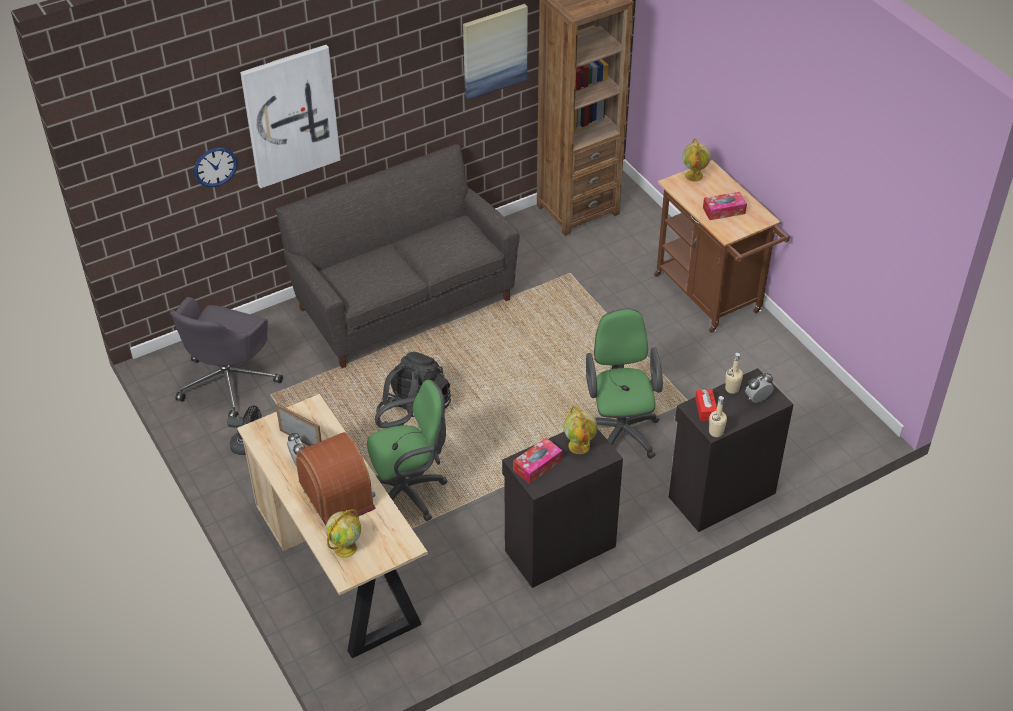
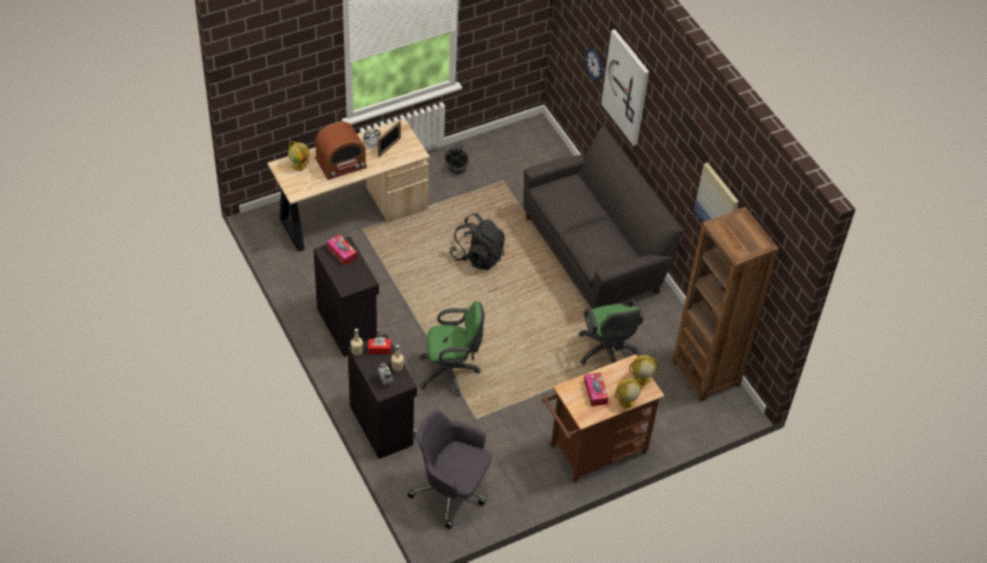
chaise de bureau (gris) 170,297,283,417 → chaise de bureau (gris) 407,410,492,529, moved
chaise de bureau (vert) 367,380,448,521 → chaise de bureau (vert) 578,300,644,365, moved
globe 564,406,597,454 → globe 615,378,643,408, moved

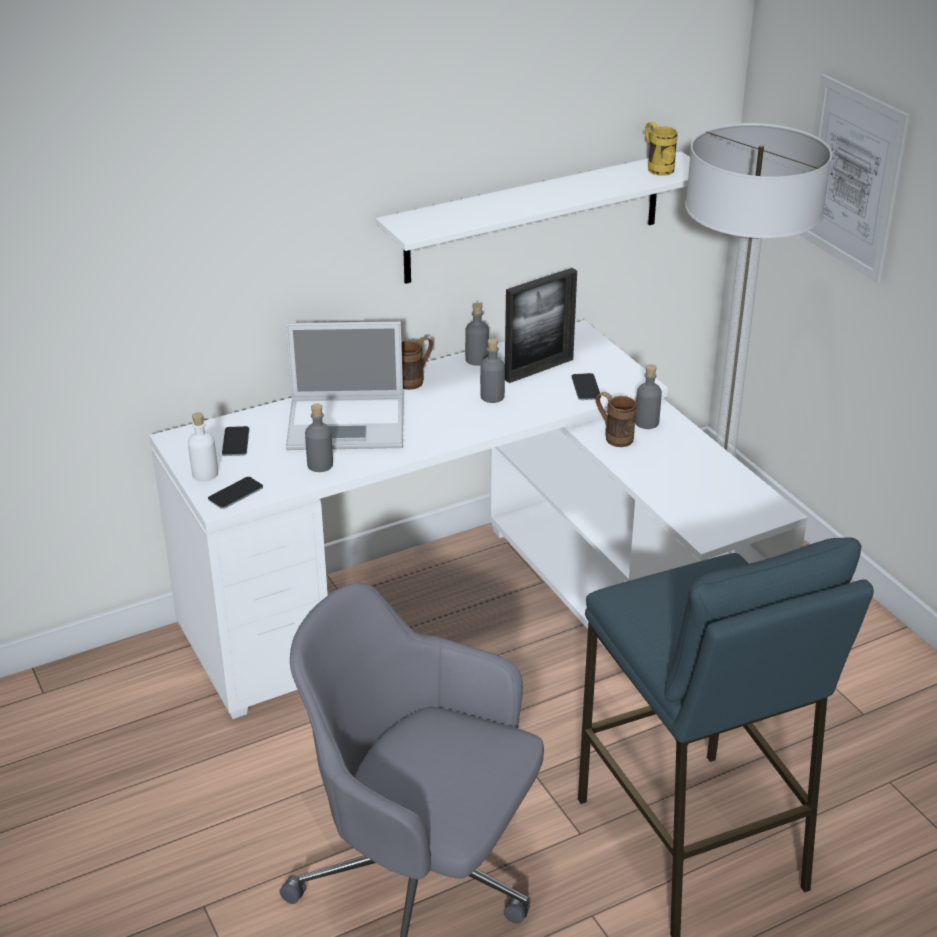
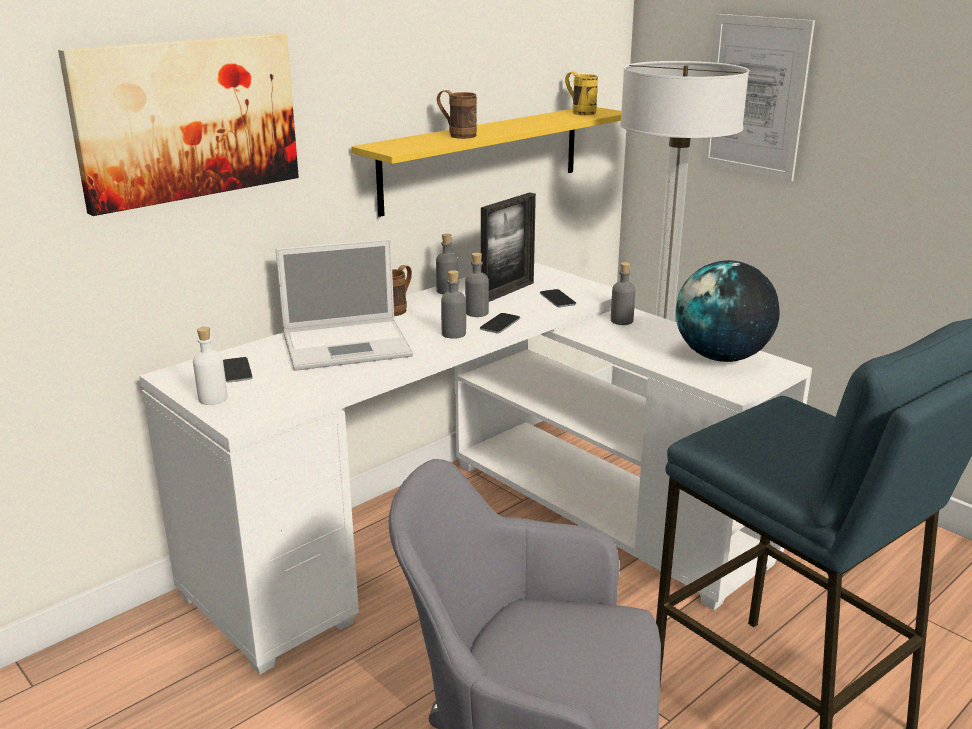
étagère (blanc) 376,151,690,284 → étagère (jaune) 352,107,621,217
mug (marron) 596,392,636,447 → mug (marron) 437,90,477,139, moved
bouteille (gris) 305,404,333,472 → bouteille (gris) 441,270,466,339, moved
téléphone 208,477,263,509 → téléphone 480,313,520,333, moved
- → tableau 58,33,299,216
- → globe 676,260,780,362

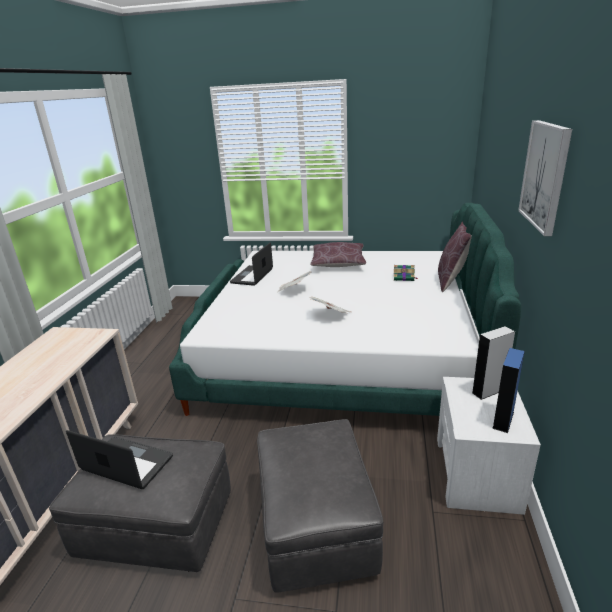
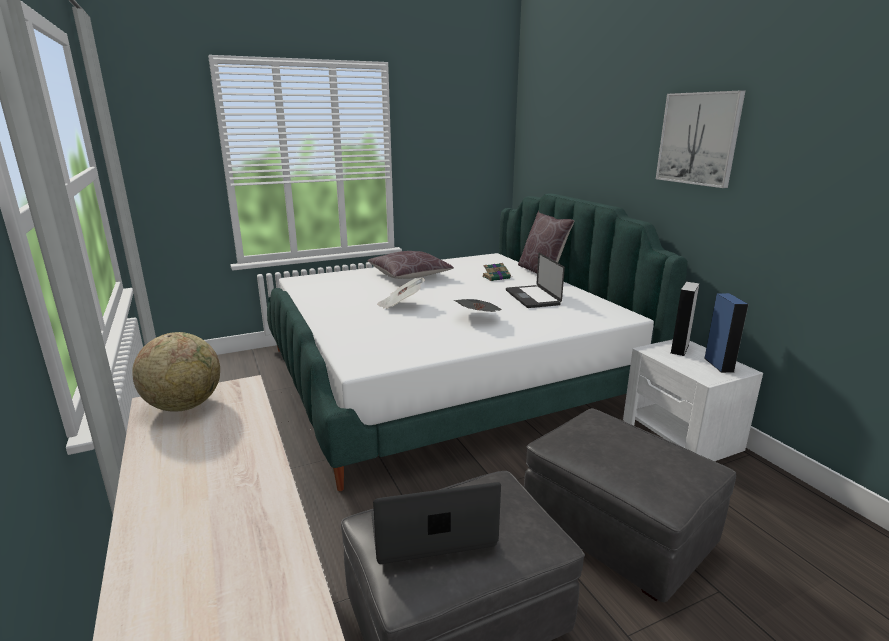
ordinateur portable 230,242,273,286 → ordinateur portable 506,253,565,308, moved
- → globe 132,332,220,412

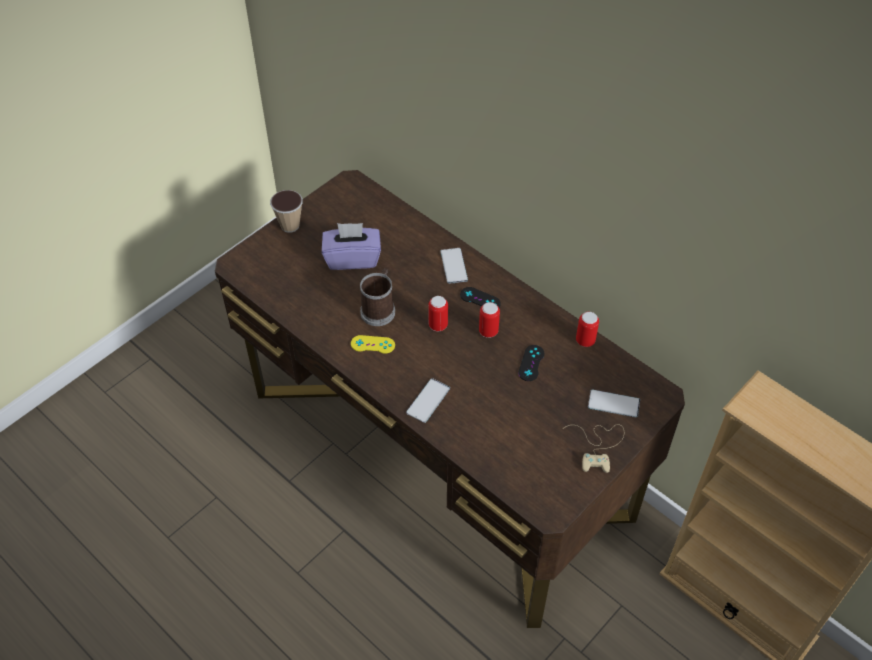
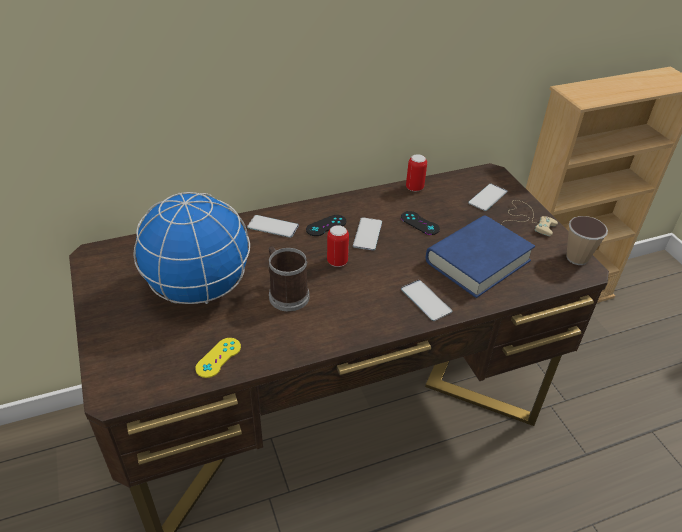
tasse 270,190,303,233 → tasse 566,216,608,265, moved
boîte à mouchoirs (violet) 322,223,381,270 → globe 134,192,250,304
boîte métallique 479,302,500,338 → téléphone 353,217,382,251
manette (jaune) 351,335,395,354 → manette (jaune) 195,338,241,378, moved
- → livre (bleu) 426,215,535,298

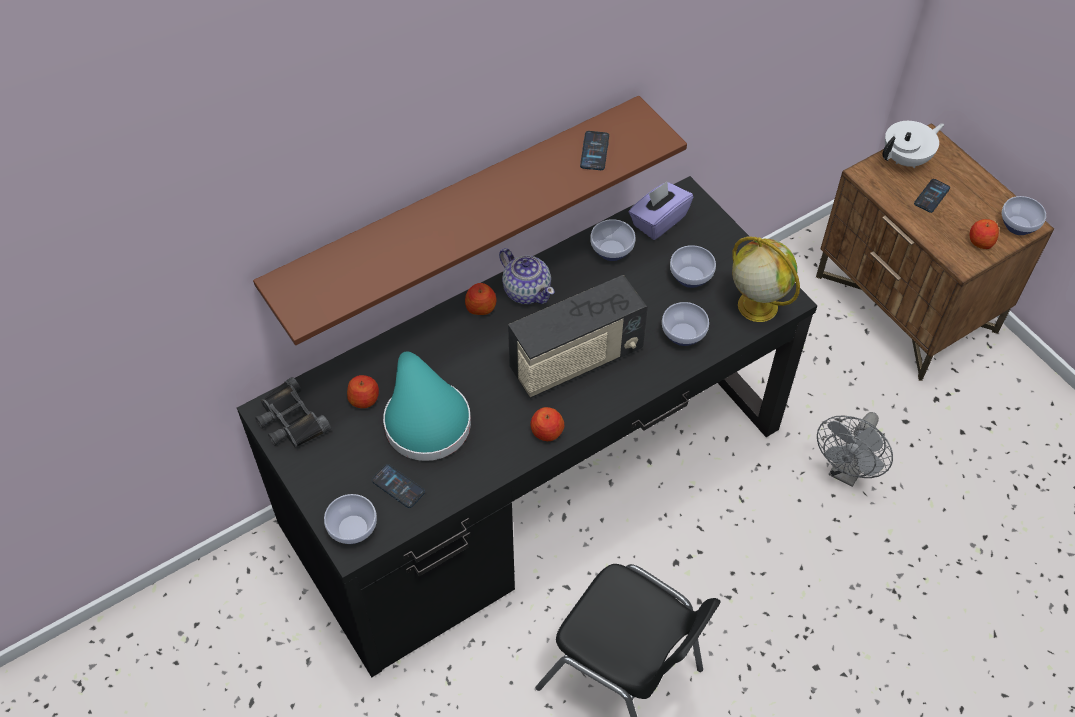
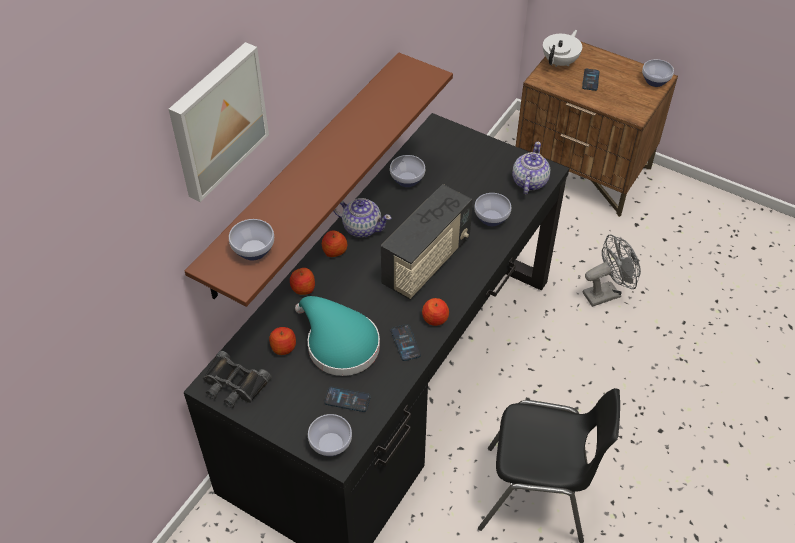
téléphone 580,131,609,170 → téléphone 391,324,421,361, moved
boîte à mouchoirs (violet) 629,182,693,240 → -
pomme 970,219,999,249 → pomme 290,268,315,295, moved
globe 732,237,800,322 → théière 512,142,550,194
bol 670,245,716,288 → bol 229,219,274,260, moved
ventilateur (gris) 817,412,893,487 → ventilateur (gris) 583,234,641,307, 120 degrees counterclockwise
- → tableau 169,42,269,202

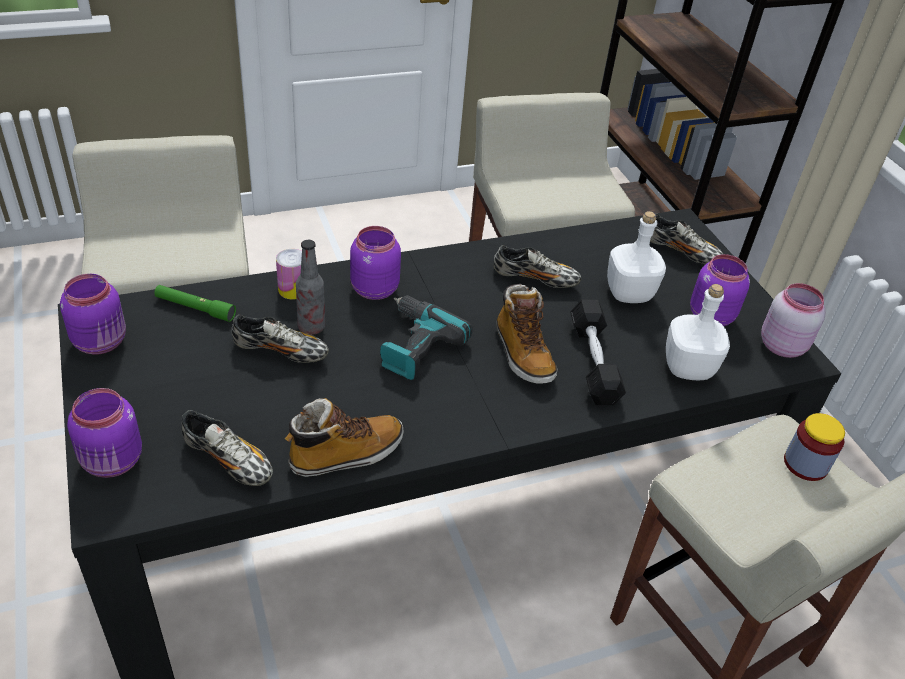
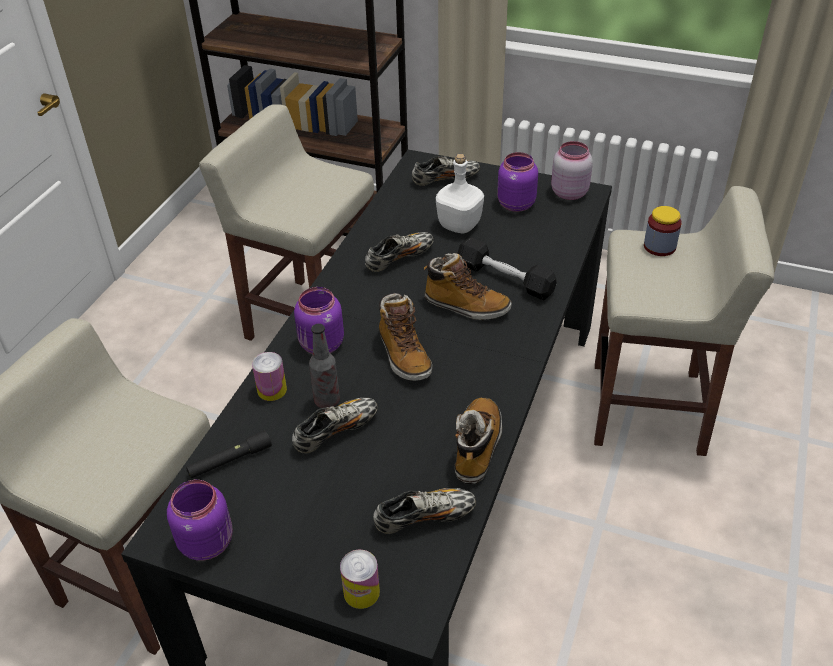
bouteille (blanc) 666,284,730,380 → -
lampe de poche (vert) 154,285,236,322 → lampe de poche (noir) 186,430,272,479
perceuse 380,295,473,380 → botte 379,293,432,381
bocal (violet) 67,388,142,478 → boîte métallique 340,550,380,609

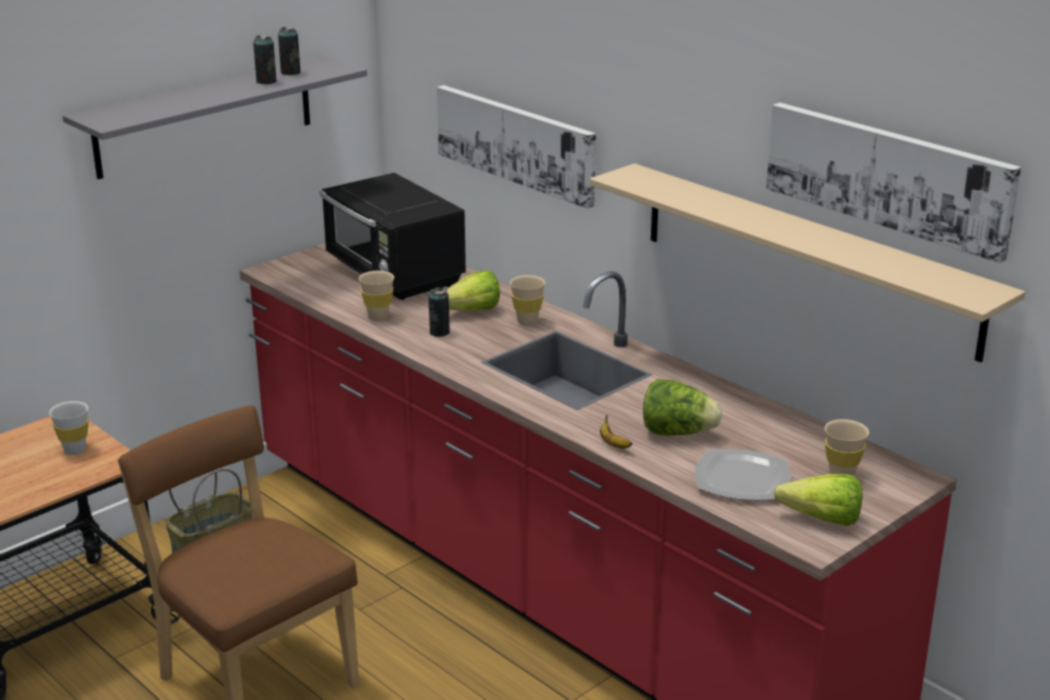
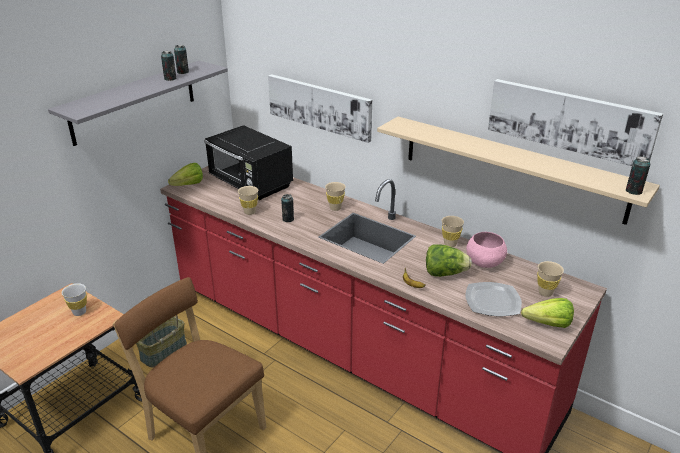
laitue 447,270,500,310 → laitue 168,163,203,186, moved
- → boîte métallique 626,157,650,195
- → tasse (beige) 441,216,464,247
- → bol (rose) 466,232,507,268

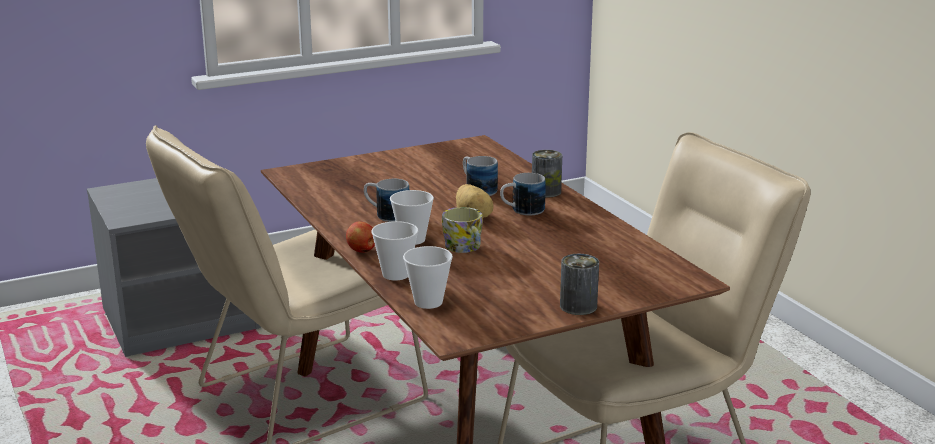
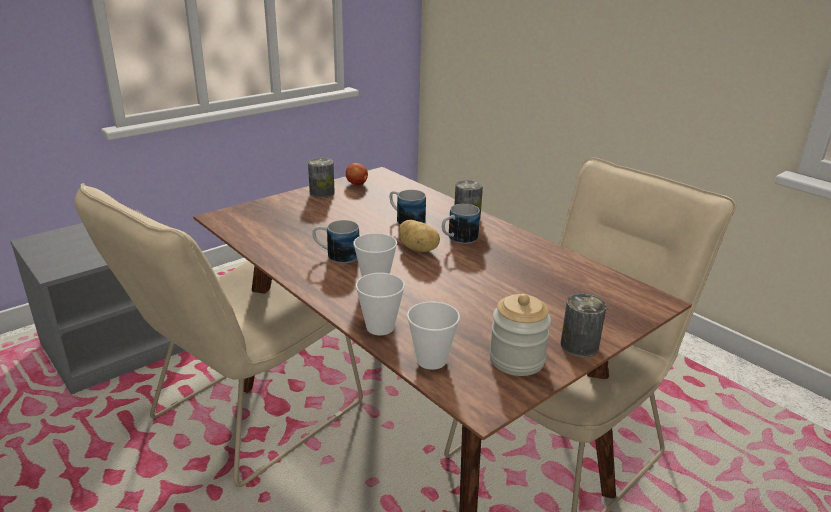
mug 442,207,483,253 → -
pomme 346,222,375,253 → pomme 346,163,368,185, moved
- → boîte métallique 308,158,335,198
- → bocal 489,294,551,376

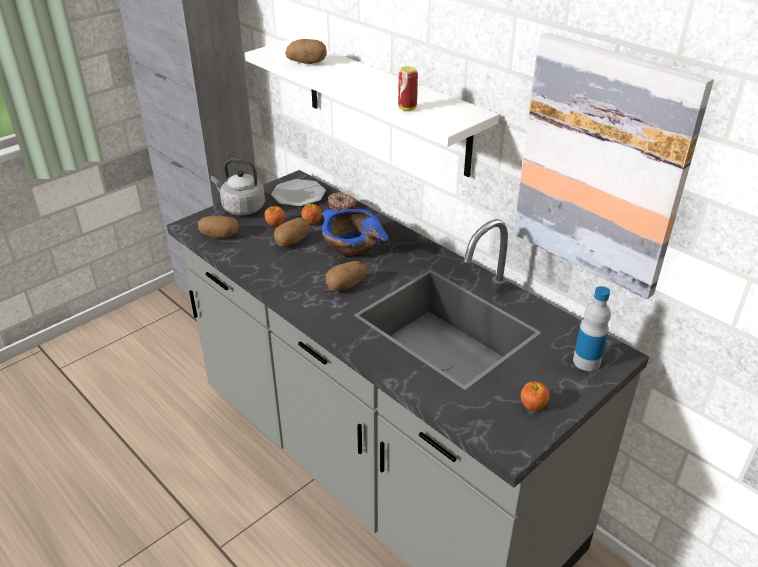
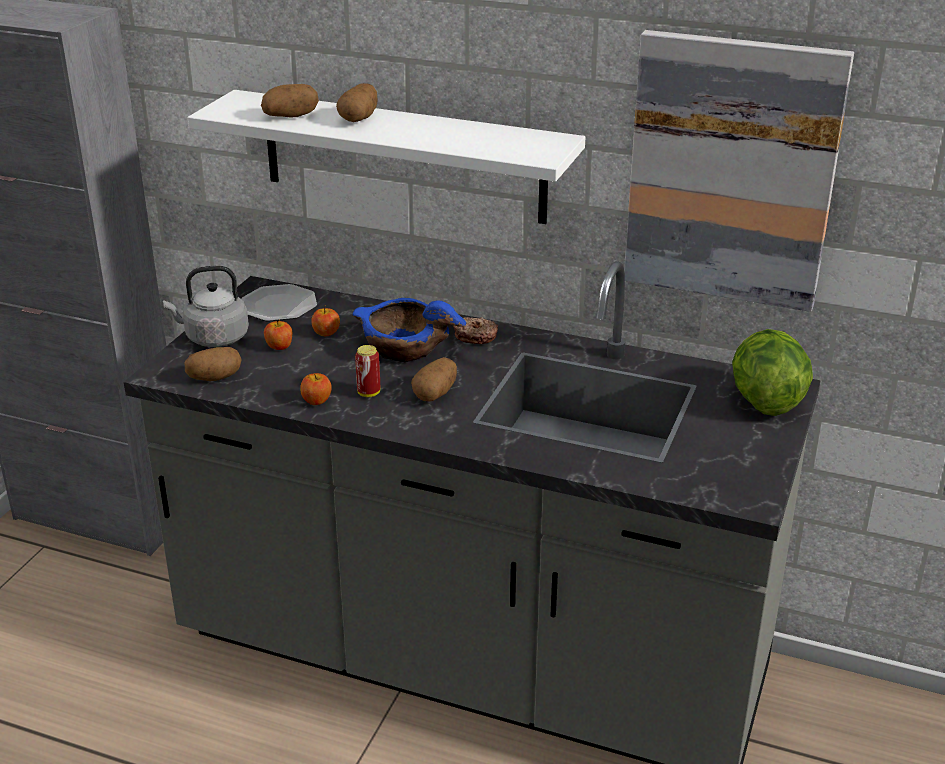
boîte métallique 398,66,418,111 → boîte métallique 355,345,380,397, moved
beignet 328,192,357,211 → beignet 453,317,498,344, moved
pomme de terre 274,217,309,247 → pomme de terre 336,83,378,122, moved
bouteille 573,286,611,371 → laitue 732,329,813,416
pomme 521,382,549,411 → pomme 300,373,332,405, moved

